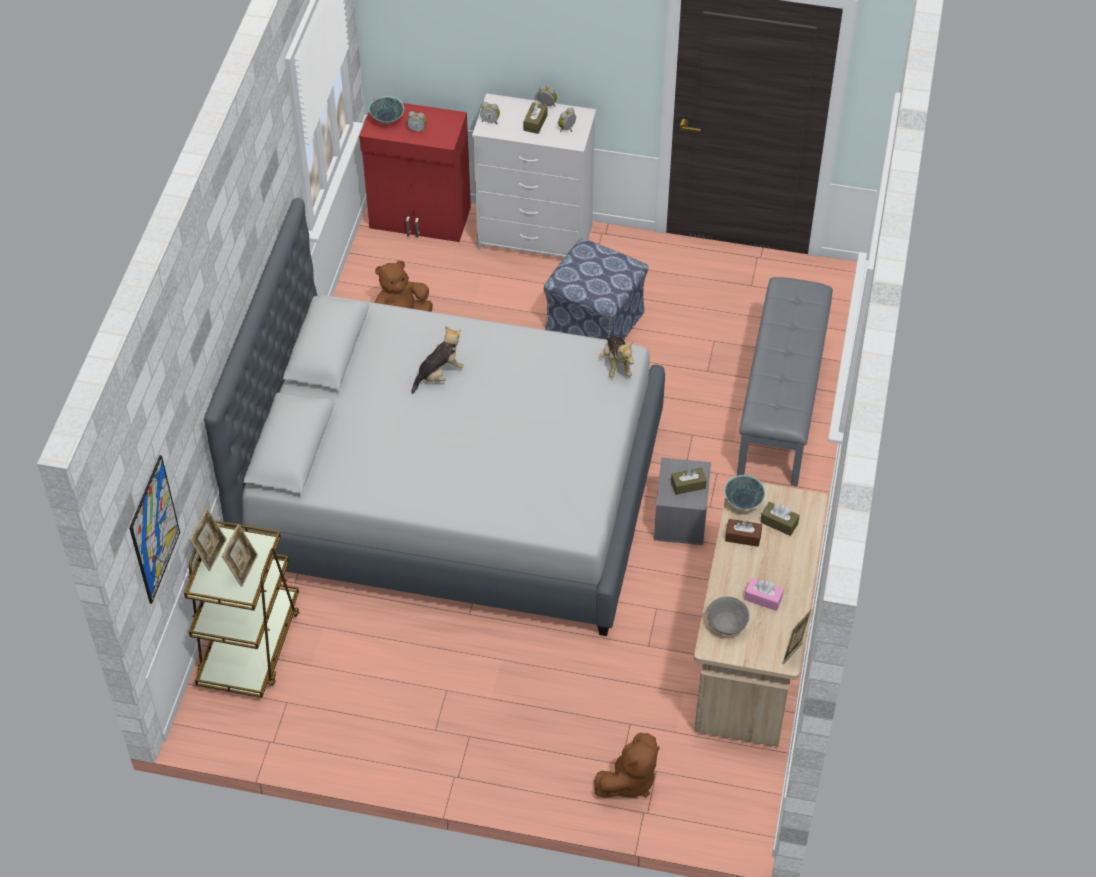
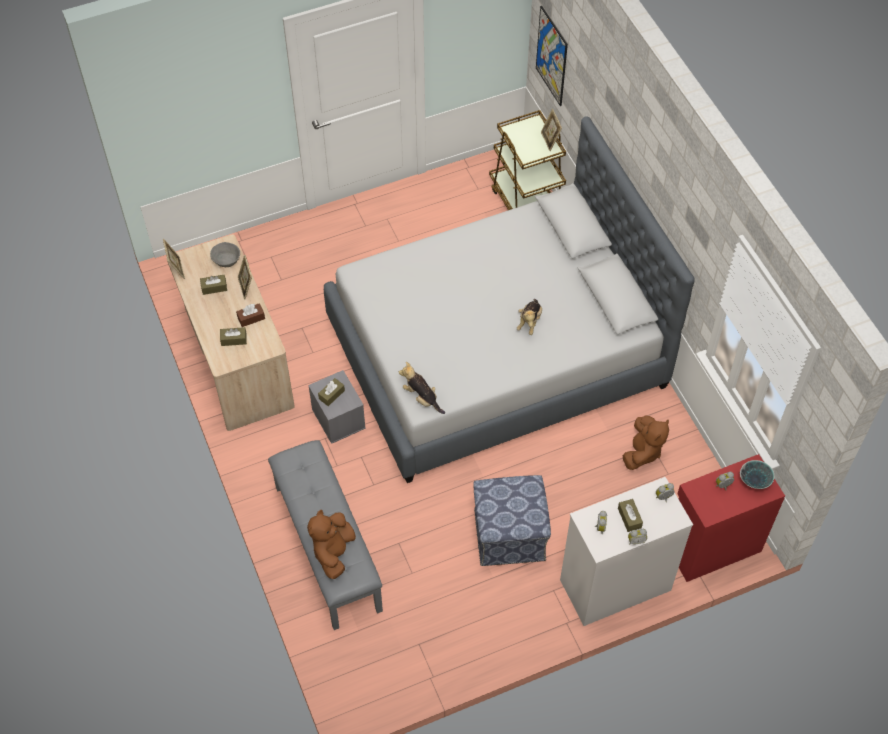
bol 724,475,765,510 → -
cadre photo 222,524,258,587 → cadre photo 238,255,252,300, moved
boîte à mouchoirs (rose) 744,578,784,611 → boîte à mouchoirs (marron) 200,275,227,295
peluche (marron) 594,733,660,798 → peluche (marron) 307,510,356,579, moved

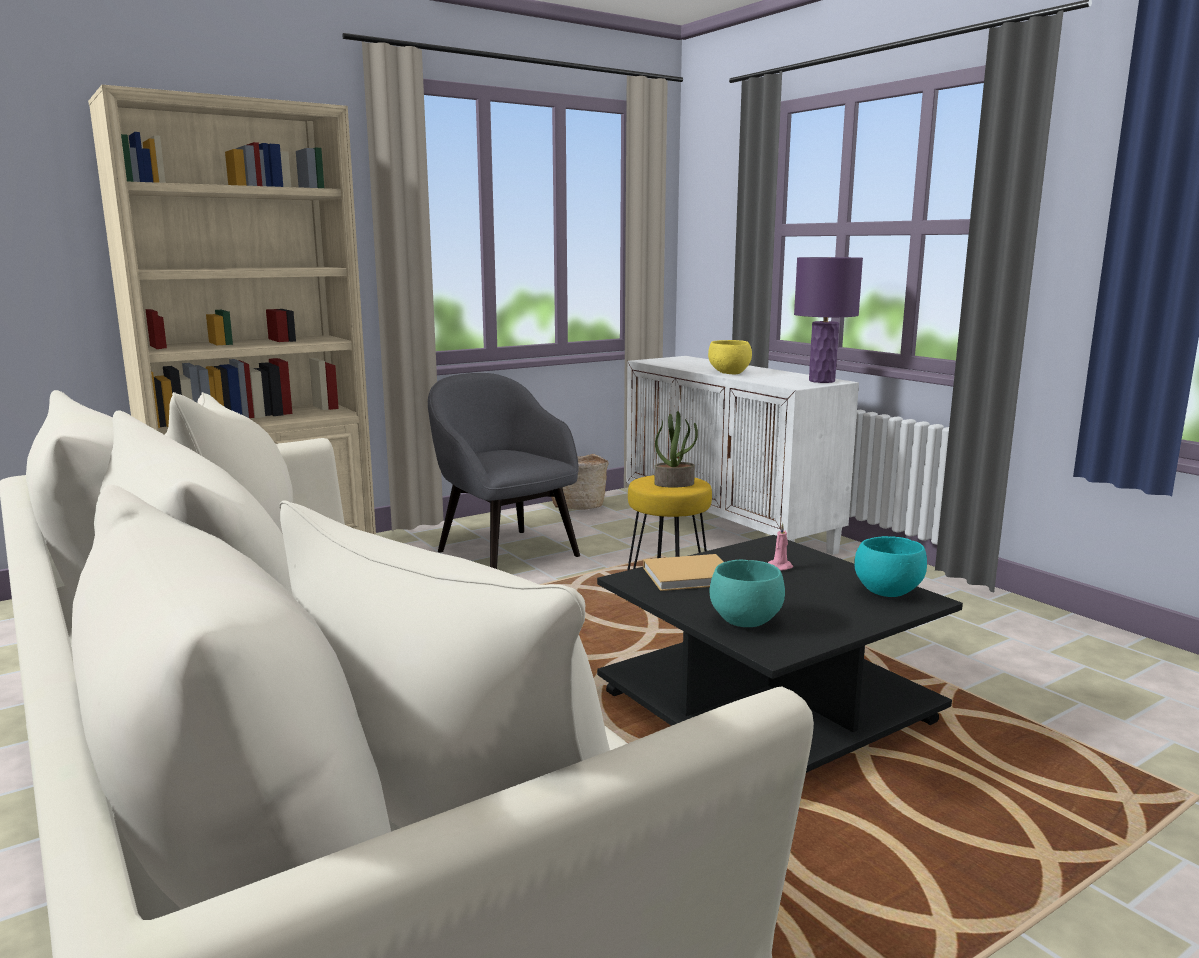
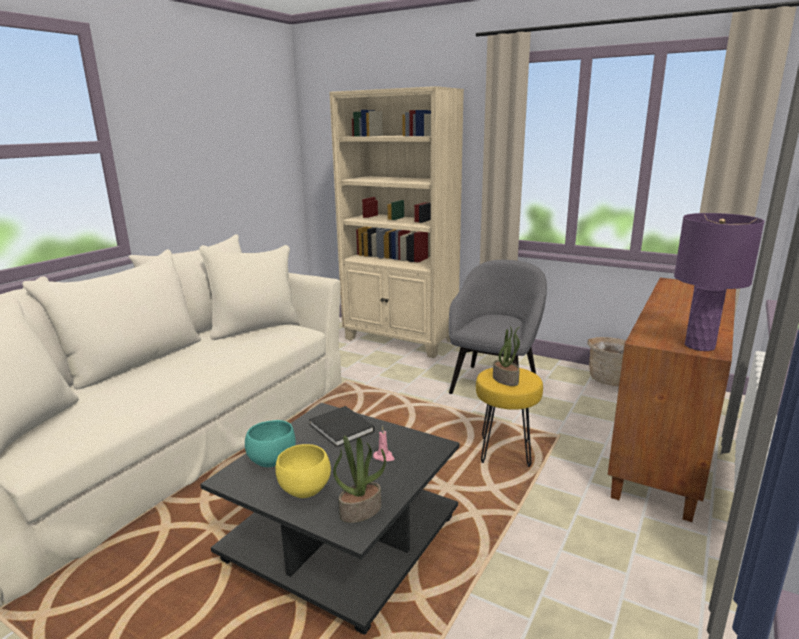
bol (jaune) 708,340,752,374 → bol (jaune) 275,444,331,498, moved
meuble de rangement (blanc) 626,356,859,555 → meuble de rangement (marron) 607,277,736,522
bol (turquoise) 854,536,927,597 → plante en pot 333,435,386,523
livre (beige) 643,554,723,591 → livre (noir) 309,406,375,447

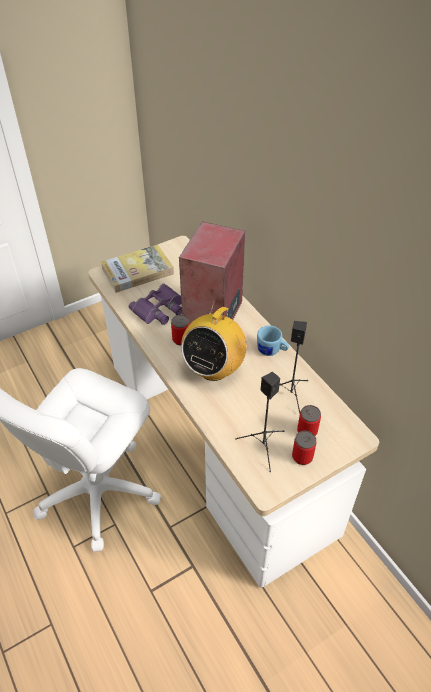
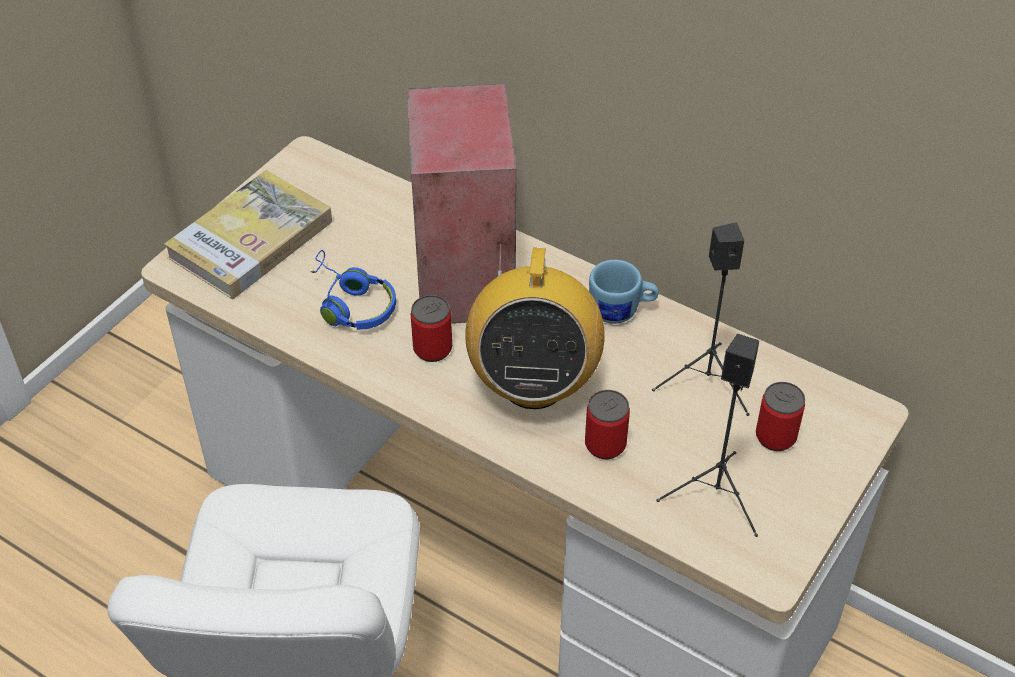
jumelles (violet) 129,284,182,325 → casque audio (bleu) 310,250,396,330
boîte métallique 292,431,316,465 → boîte métallique 585,390,630,459, moved

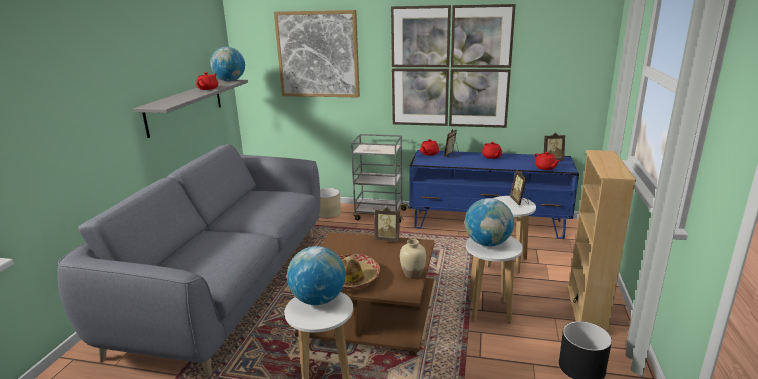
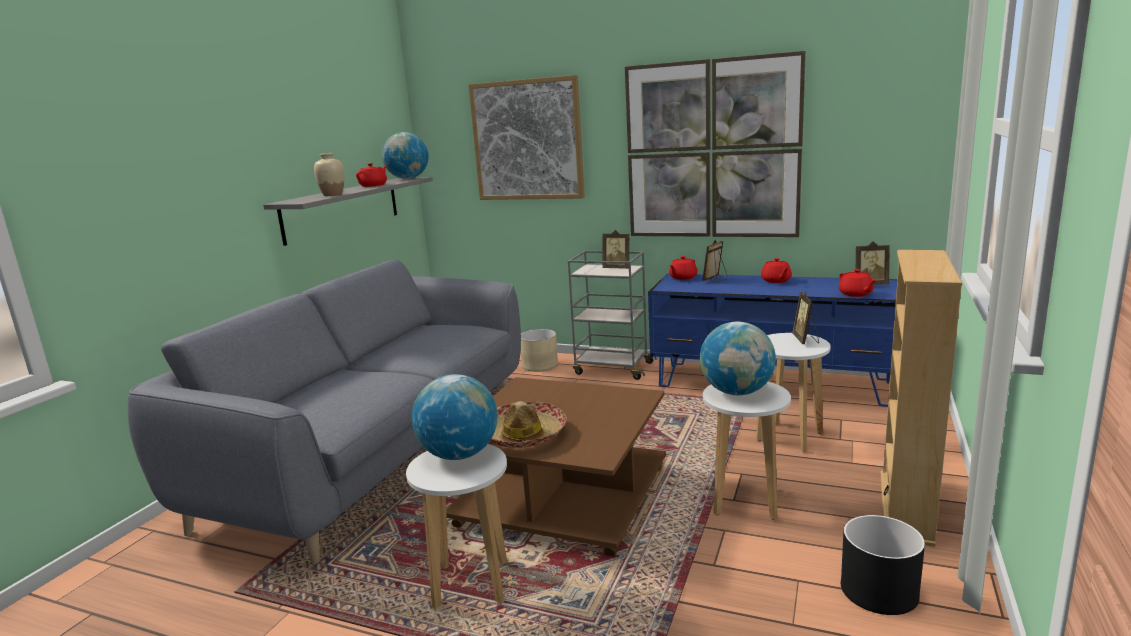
cadre photo 374,207,400,242 → cadre photo 602,230,629,269, moved
vase (beige) 400,239,426,279 → vase (beige) 314,153,344,196, moved

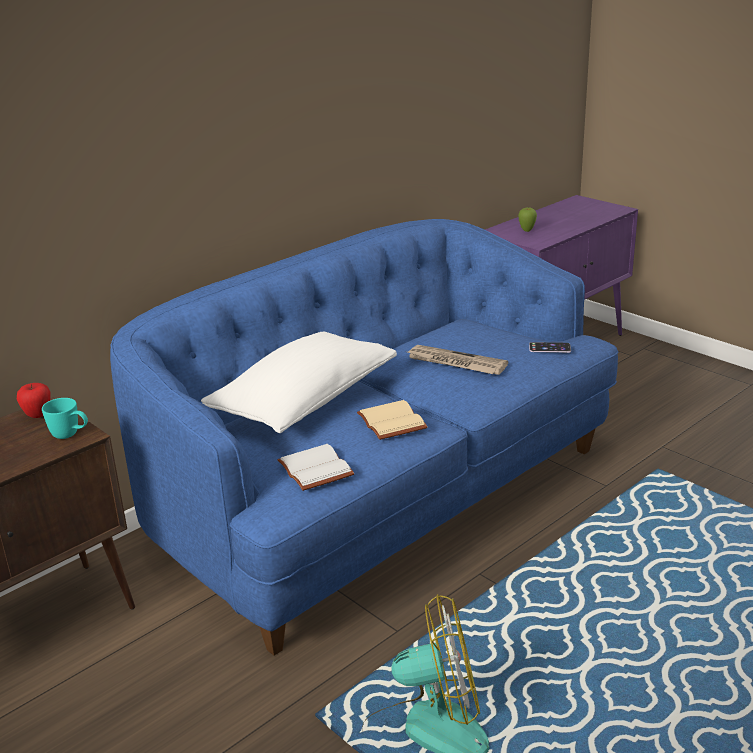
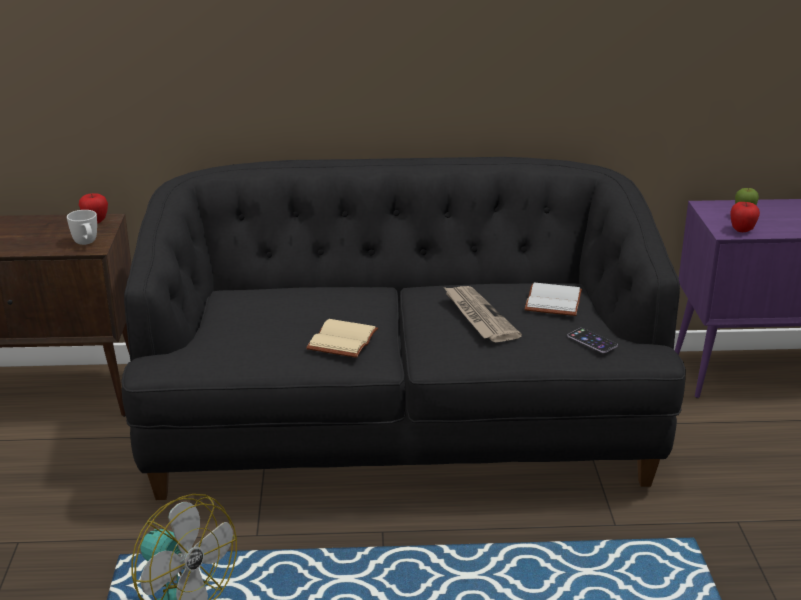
canapé (bleu) 110,219,619,656 → canapé (noir) 121,157,686,500
coussin (blanc) 201,332,397,433 → -
mug (turquoise) 42,398,88,439 → mug (blanc) 67,210,97,245
livre (blanc) 277,444,354,491 → livre (blanc) 525,282,582,316, moved
- → pomme 730,202,760,232

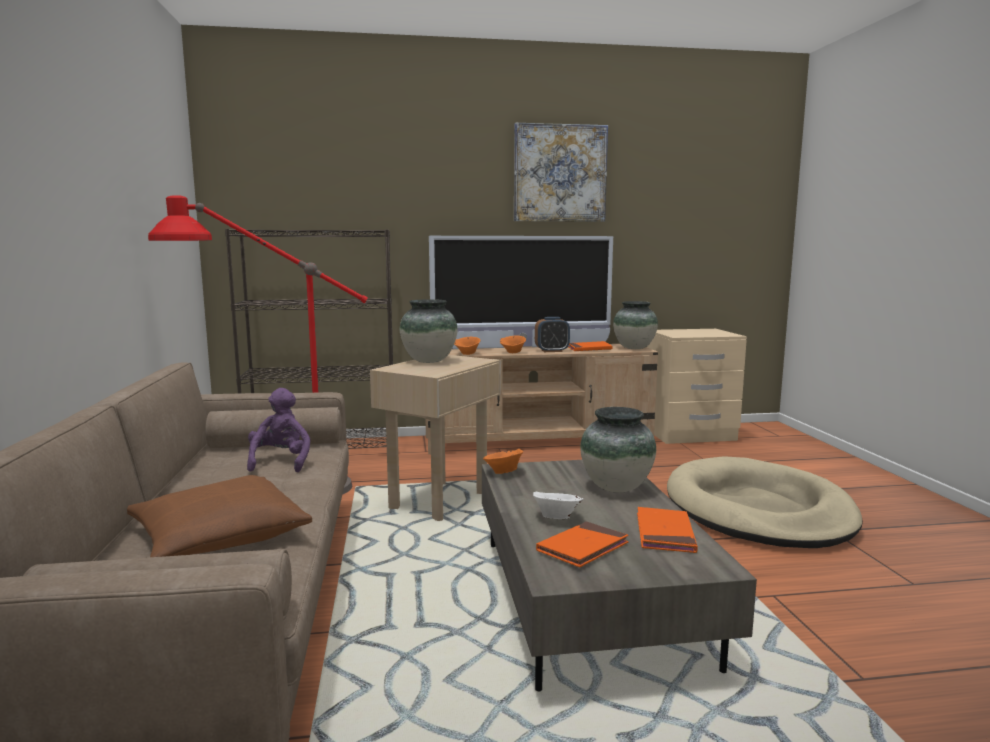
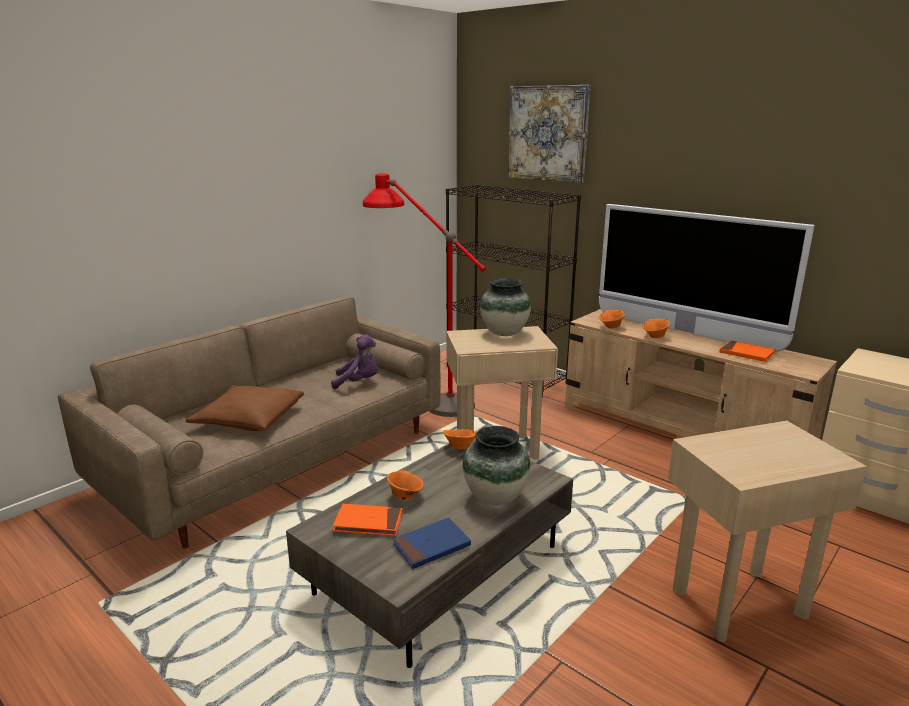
tableau 514,122,608,222 → tableau 508,85,590,184, moved
vase 613,301,658,349 → -
réveil 535,317,570,352 → -
peluche (violet) 247,388,310,472 → peluche (violet) 331,334,378,389, 45 degrees clockwise
panier pour chien (beige) 667,456,863,548 → table d'appoint (beige) 668,421,867,642
bol (blanc) 533,492,583,519 → bol (orange) 387,470,424,500
livre (orange) 637,507,698,553 → livre (bleu) 393,517,471,569

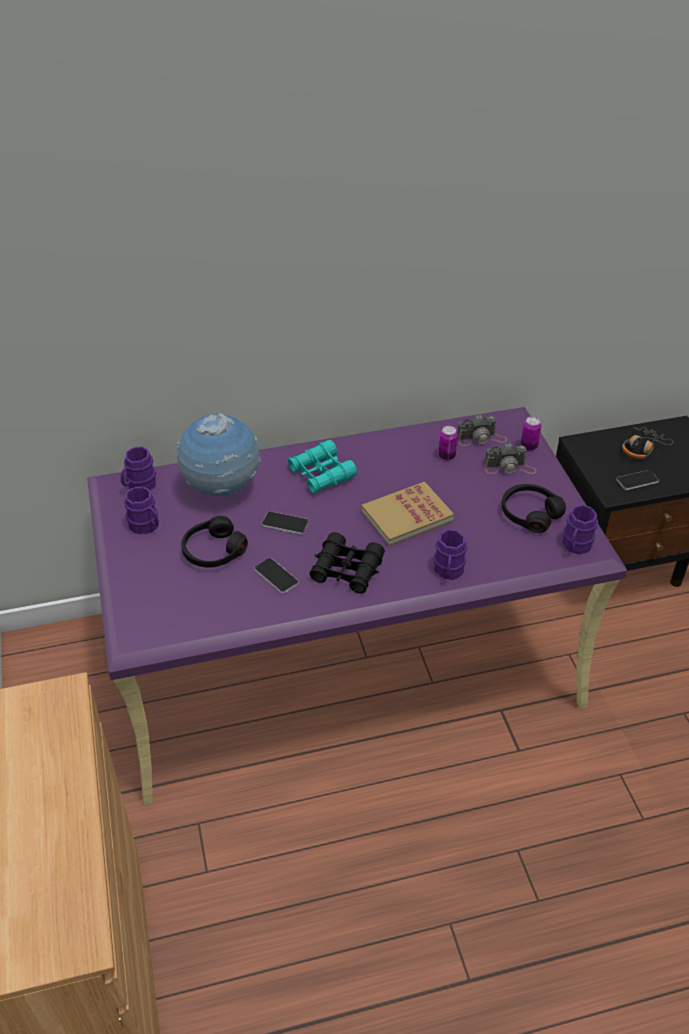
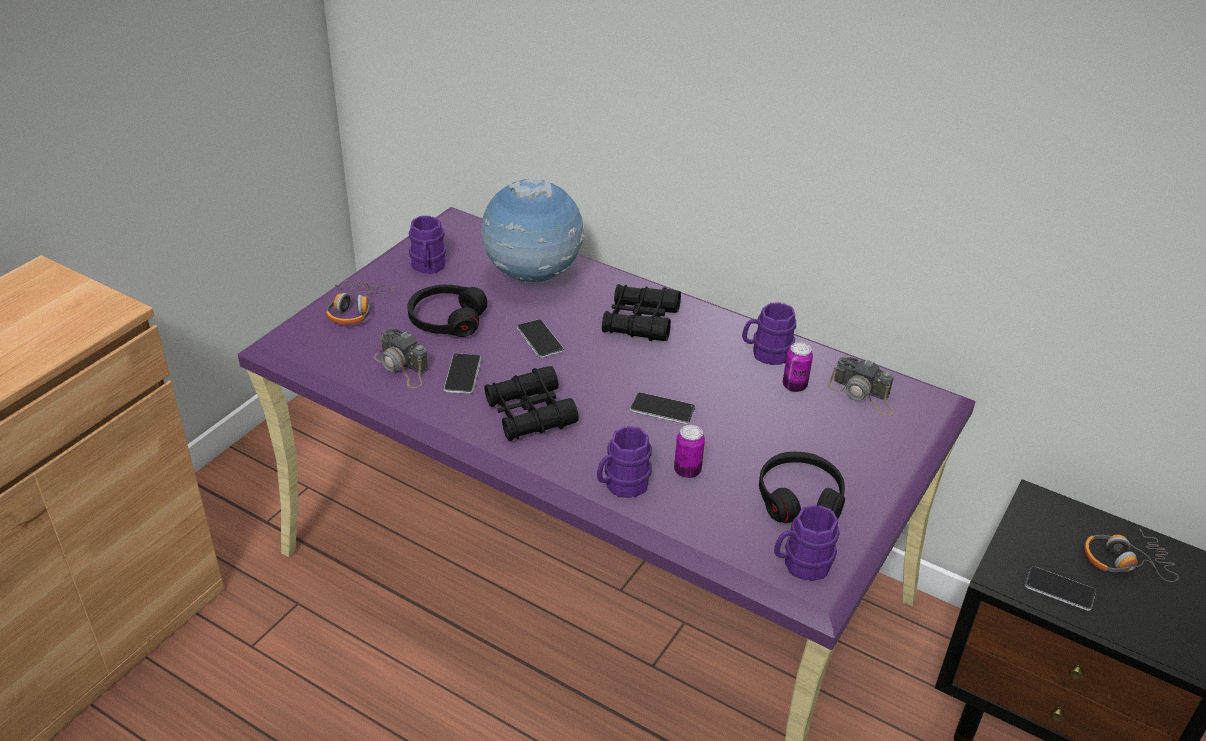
boîte métallique 521,417,541,451 → boîte métallique 674,425,705,478, moved
jumelles (turquoise) 288,440,357,494 → jumelles (noir) 602,284,681,341
appareil photo 485,443,537,474 → appareil photo 374,328,429,388, moved
mug (violet) 121,446,156,490 → mug (violet) 742,302,796,365, moved
livre 361,482,454,546 → téléphone 630,392,695,424
- → casque audio 326,280,394,325

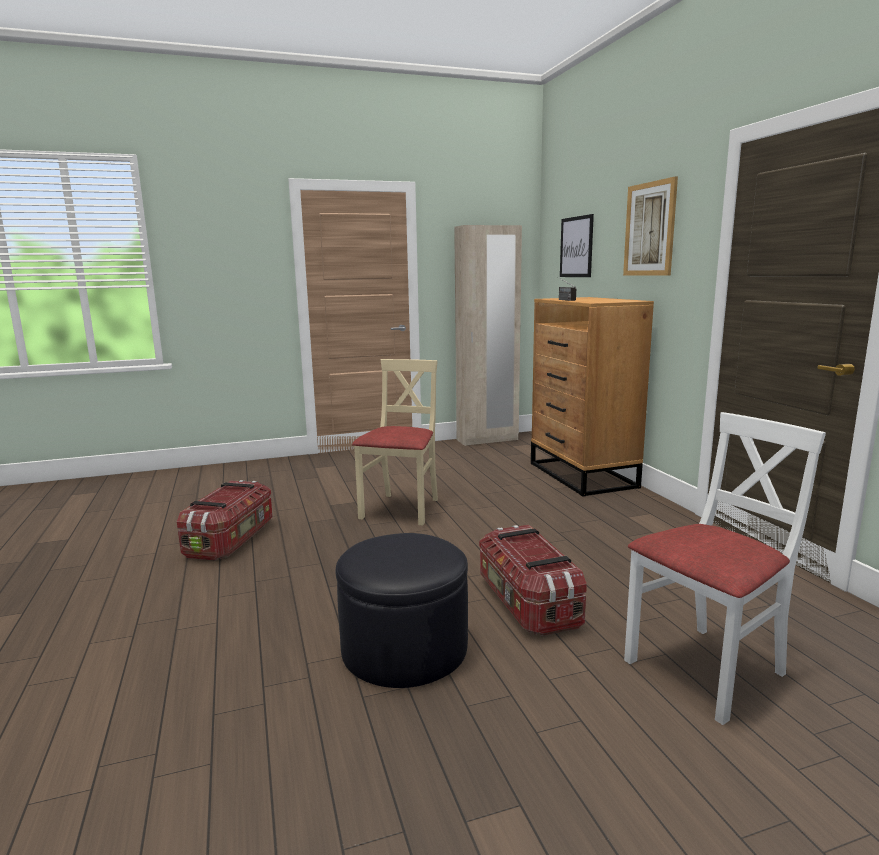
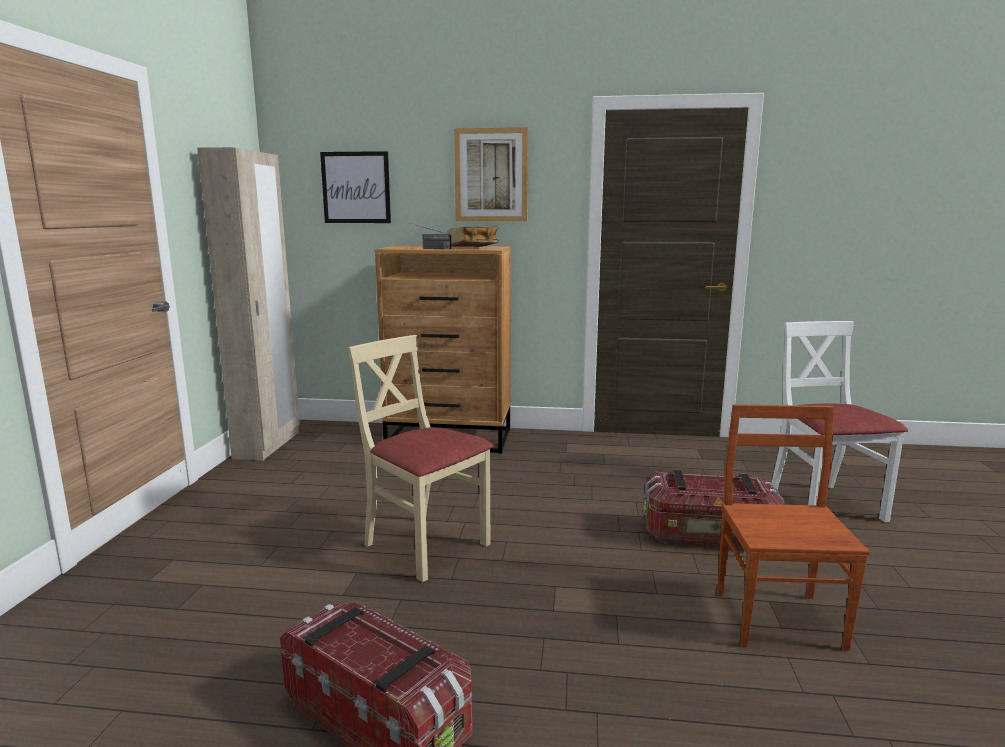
pouf (noir) 336,533,468,688 → chaise (marron) 717,404,870,651
- → livre 447,226,499,247

